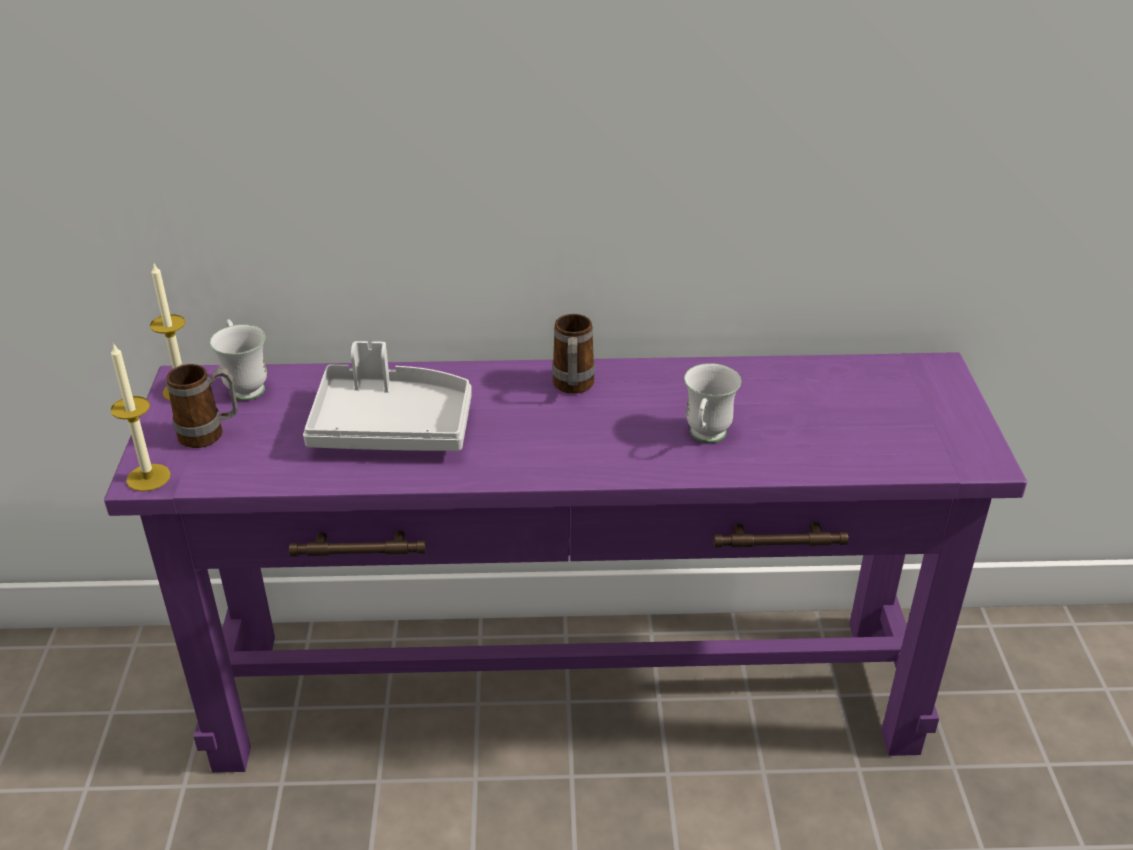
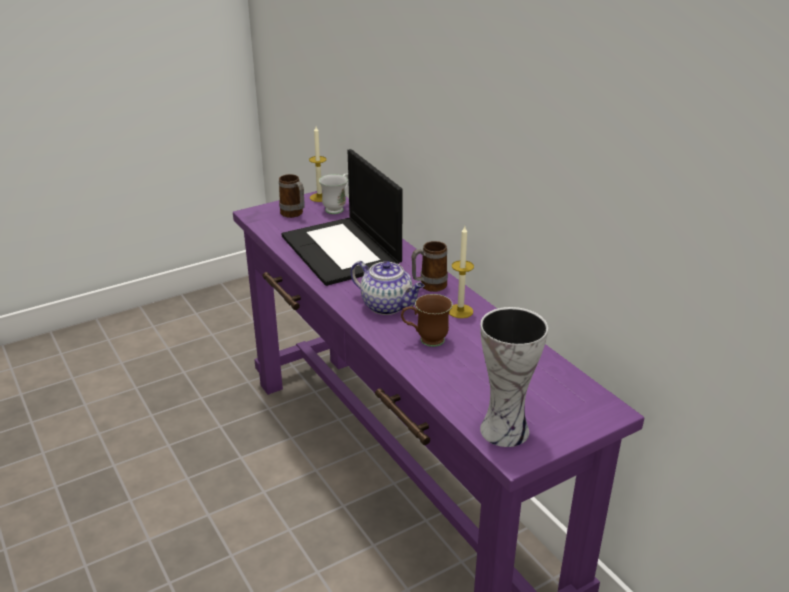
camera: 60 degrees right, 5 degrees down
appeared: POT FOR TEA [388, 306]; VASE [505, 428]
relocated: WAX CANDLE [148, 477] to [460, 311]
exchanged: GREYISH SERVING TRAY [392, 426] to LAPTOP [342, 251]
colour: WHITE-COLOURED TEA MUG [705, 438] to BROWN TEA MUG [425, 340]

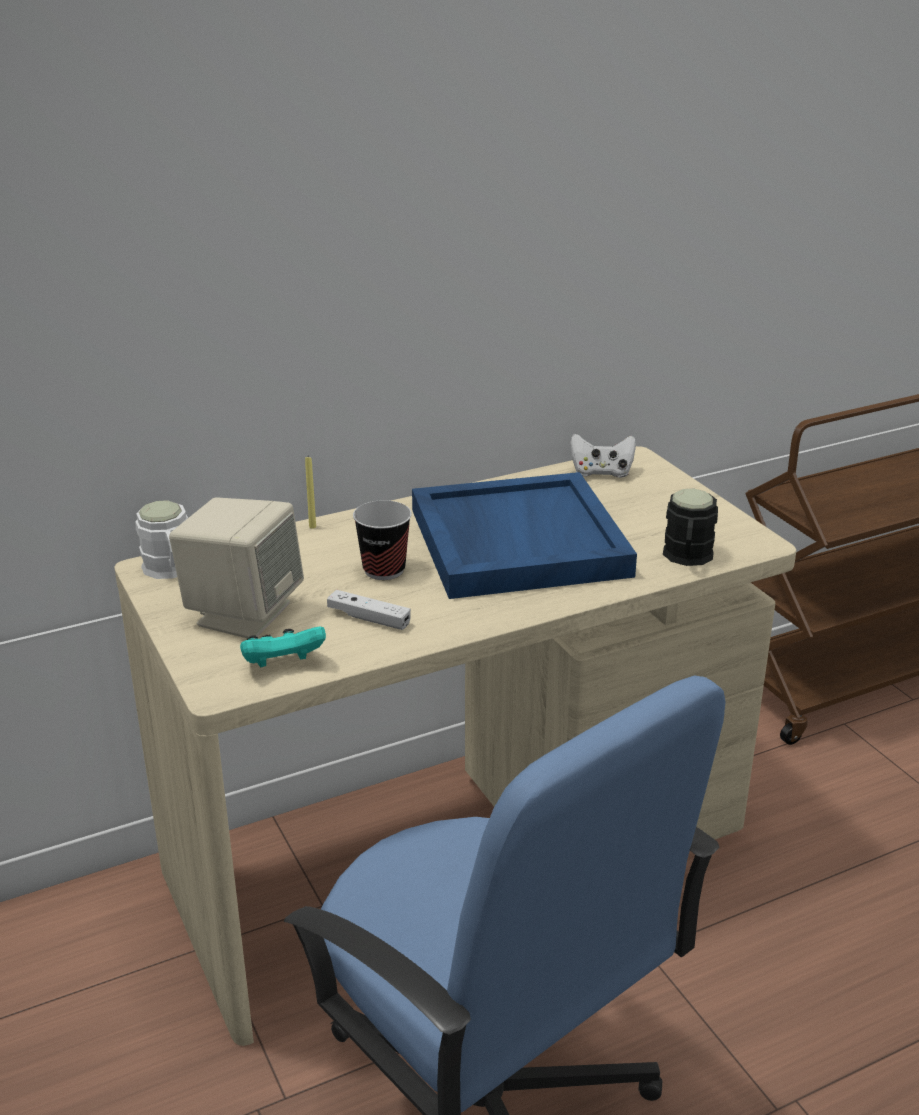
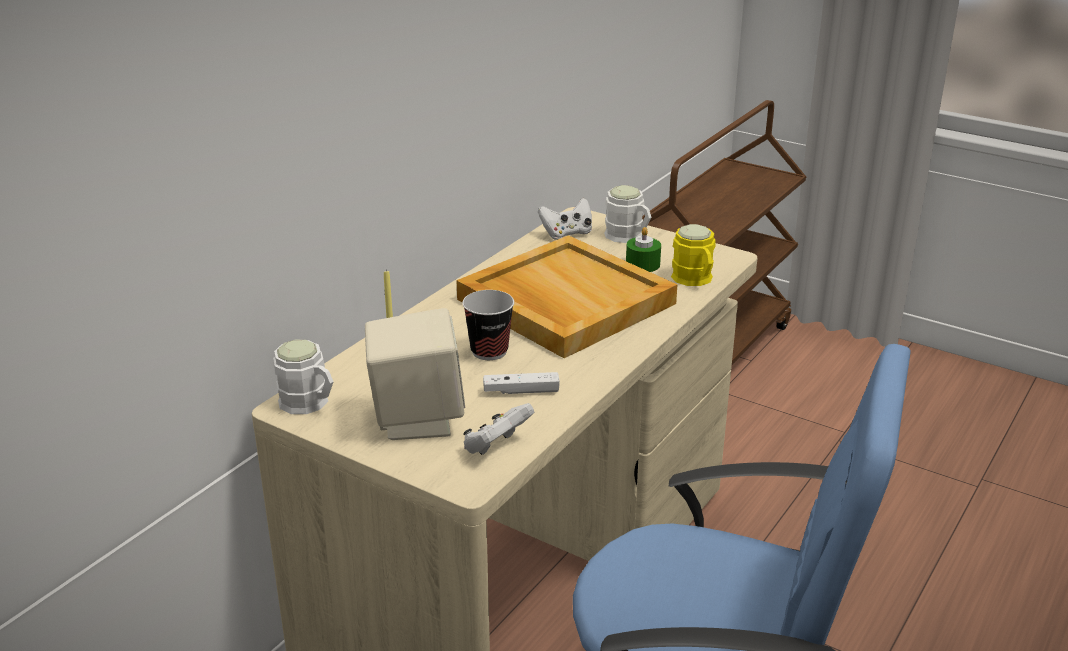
camera: 30 degrees left, 0 degrees up
appeared: WHITE-COLOURED TEA MUG [629, 237]; GREEN-COLOURED WAX CANDLE [642, 264]
colour: BLUE SERVING TRAY [516, 541] to BEIGE-COLOURED SERVING TRAY [564, 301]; BLUE-GREEN JOYPAD [283, 664] to WHITE-COLOURED JOYPAD [496, 447]; BLACK-COLOURED TEA MUG [687, 558] to YELLOW-COLOURED TEA MUG [695, 280]

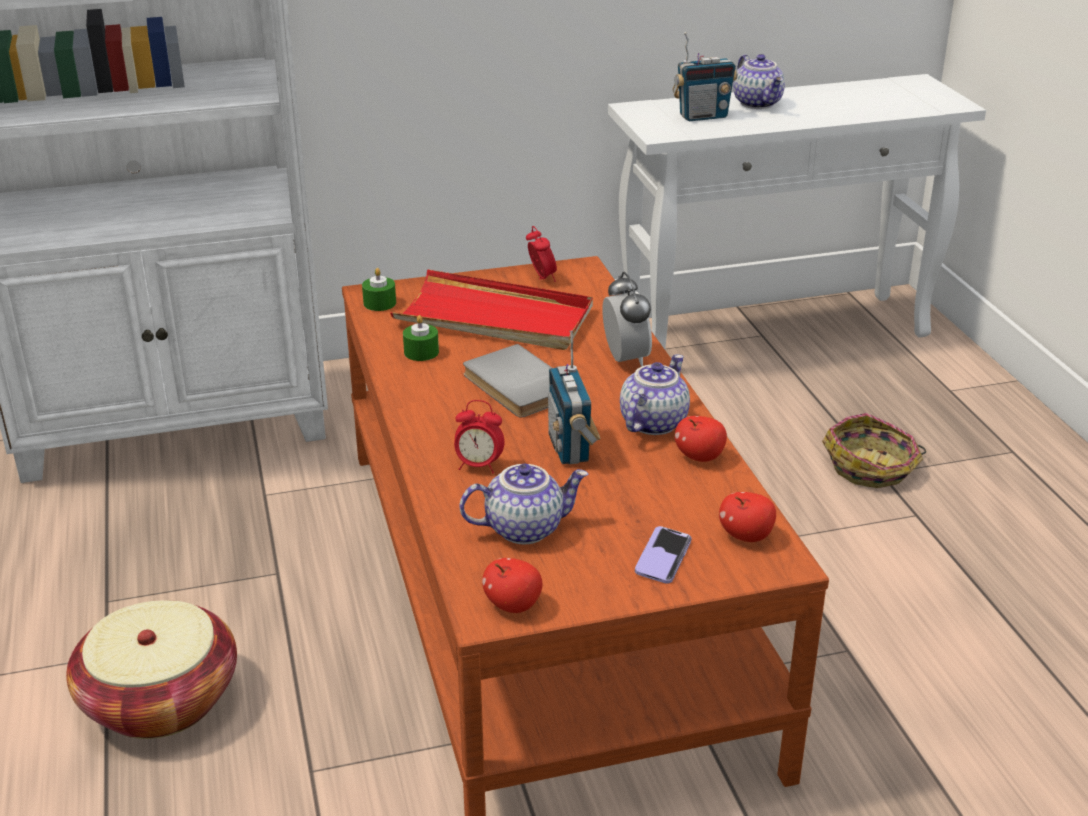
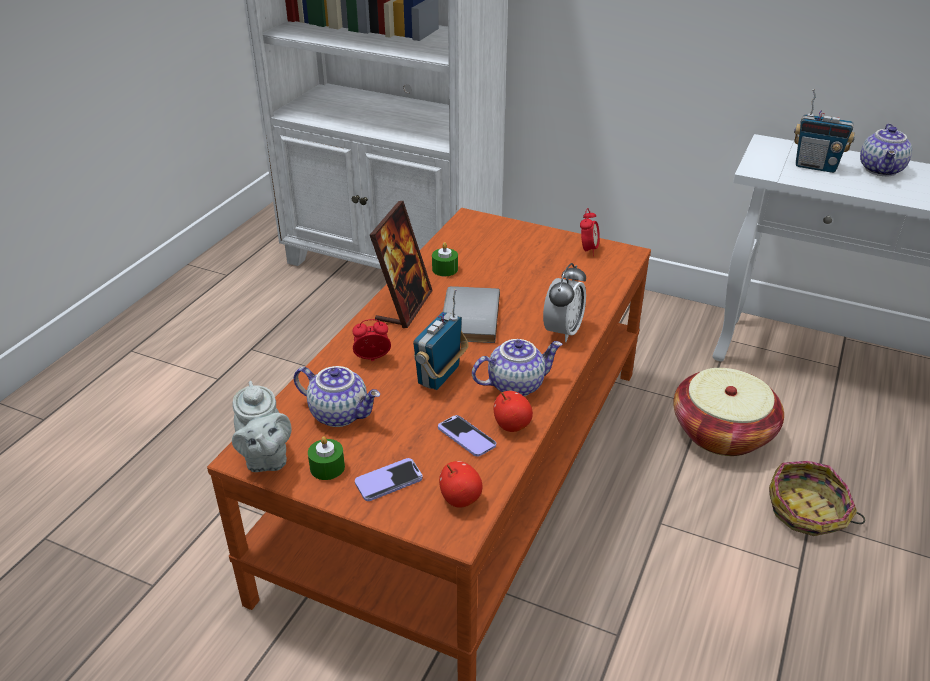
camera: 40 degrees right, 5 degrees up
missing: RED SERVING TRAY [495, 318]
appeared: PICTURE FRAME [404, 306]; TELEPHONE [466, 437]
relocated: GREEN-COLOURED WAX CANDLE [379, 303] to [327, 467]; HOUSEHOLD BASKET [160, 700] to [722, 432]
exchanged: APPLE [513, 605] to GREYISH POT FOR TEA [265, 459]
spun: ALARM CLOCK [478, 466] = [372, 359] 120 degrees clockwise

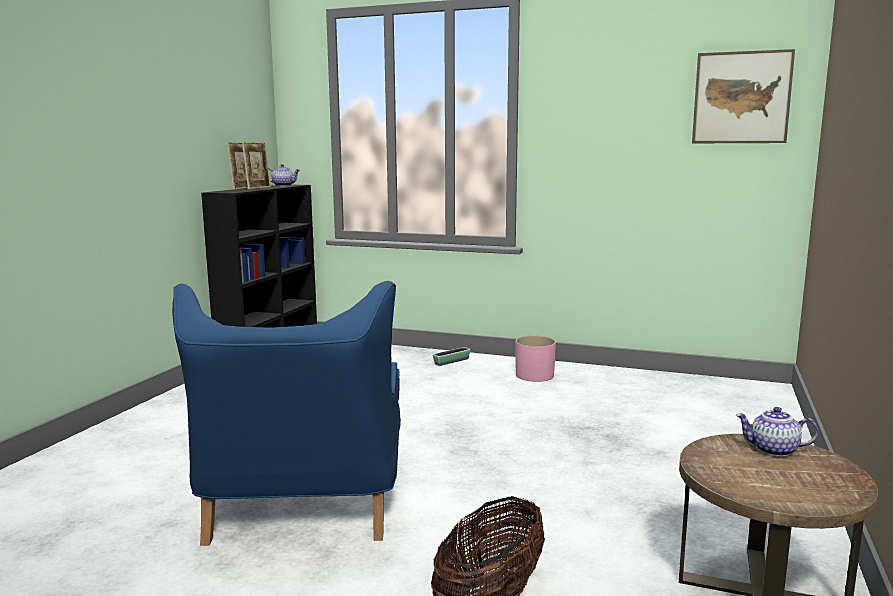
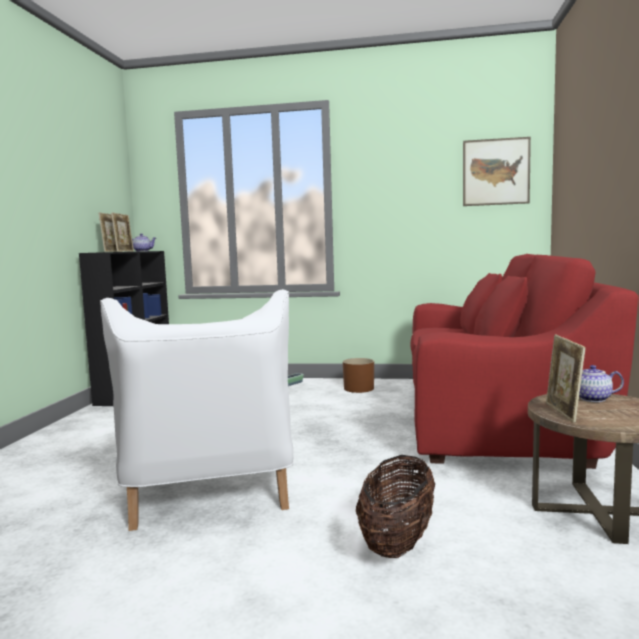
camera: 10 degrees left, 5 degrees down
appeared: RED SETTEE [493, 418]; PICTURE FRAME [563, 412]
colour: BLUE LOUNGE CHAIR [303, 503] to WHITE-COLOURED LOUNGE CHAIR [209, 490]; PINK PLANT POT [534, 375] to BROWN PLANT POT [358, 388]

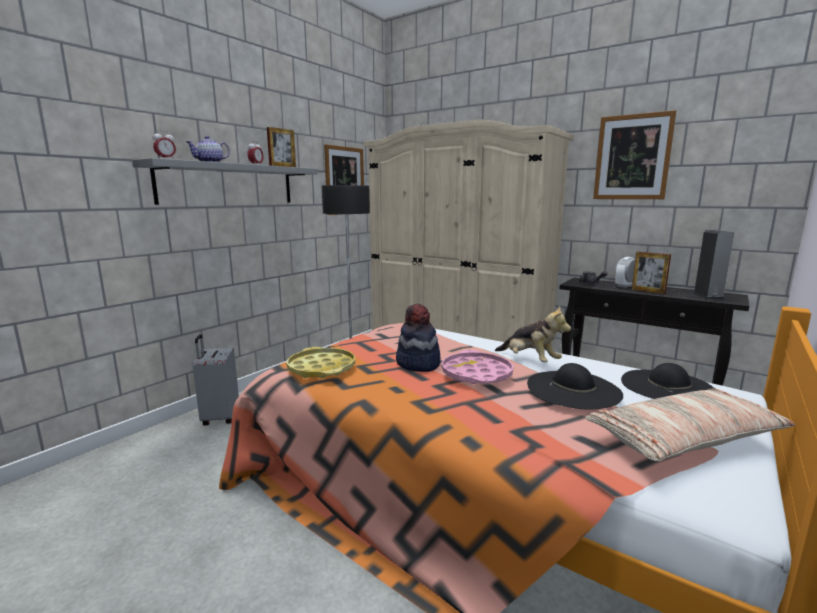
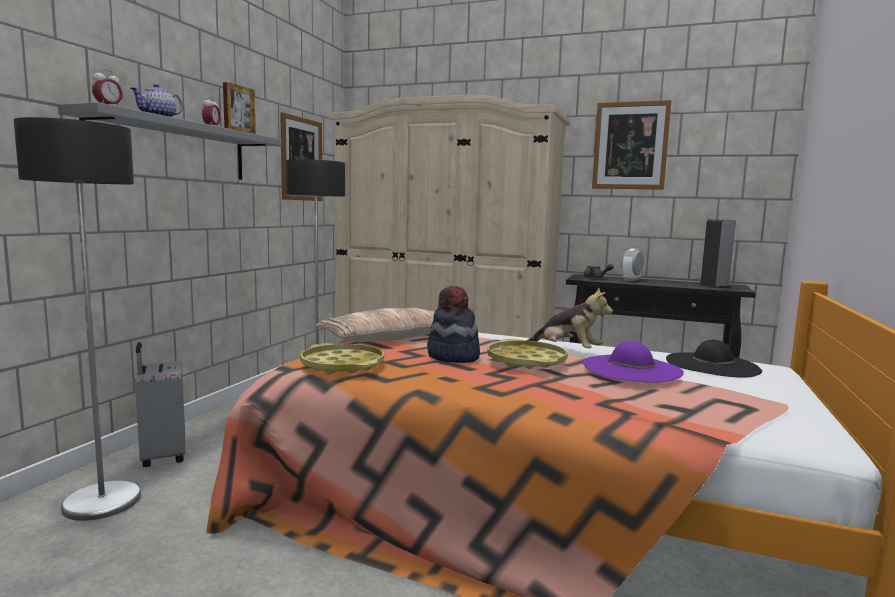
camera: 15 degrees left, 5 degrees down
missing: PICTURE FRAME [648, 291]
appeared: STANDING LAMP [102, 501]
relocated: THROW PILLOW [686, 440] to [390, 338]
colour: PINK SERVING TRAY [476, 374] to YELLOW-COLOURED SERVING TRAY [526, 361]; BLACK-COLOURED CLOTHING HAT [573, 389] to PURPLE-COLOURED CLOTHING HAT [631, 368]

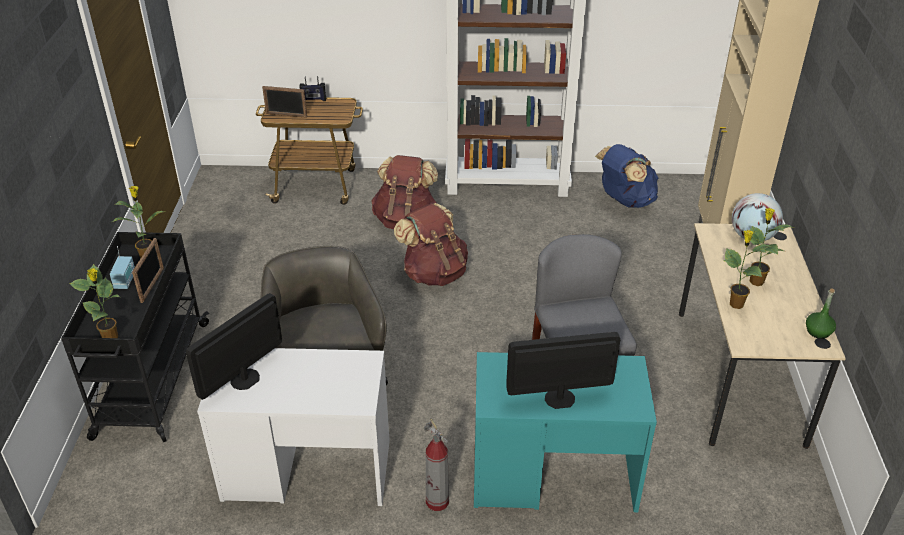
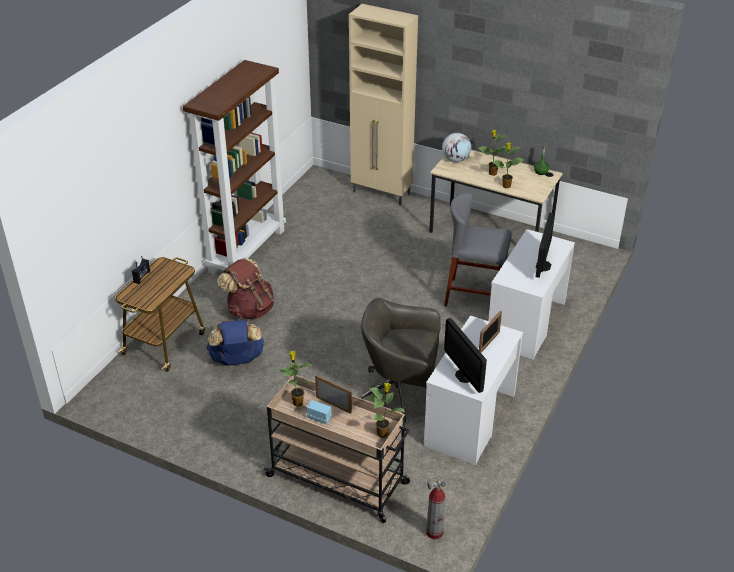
camera: 65 degrees left, 0 degrees up
missing: BROWN KNAPSACK [434, 273]
relocated: BLUE KNAPSACK [625, 200] to [237, 360]; FIRE-FIGHTING CYLINDER [437, 501] to [435, 532]; PICTURE FRAME [286, 115] to [489, 342]
colour: BLACK-COLOURED TROLLEY [152, 380] to BEIGE-COLOURED TROLLEY [339, 480]; BLUE-GREEN DESK TABLE [553, 476] to WHITE-COLOURED DESK TABLE [526, 323]

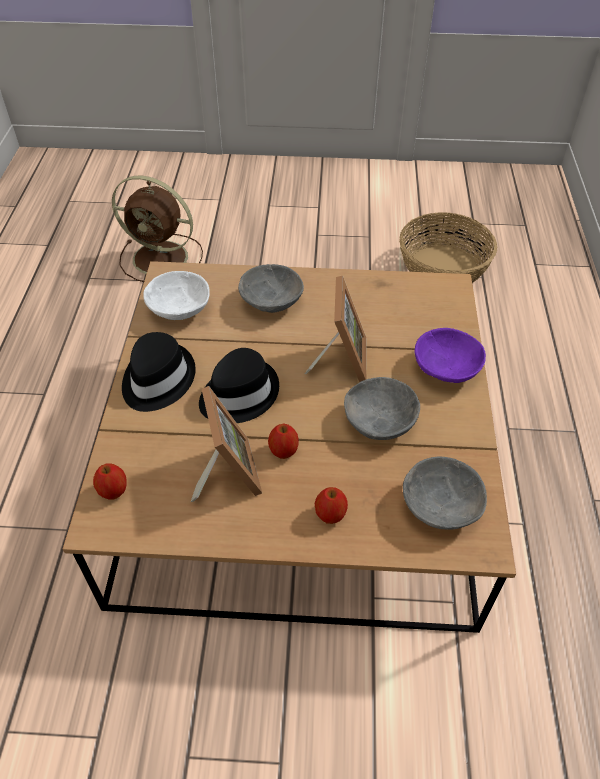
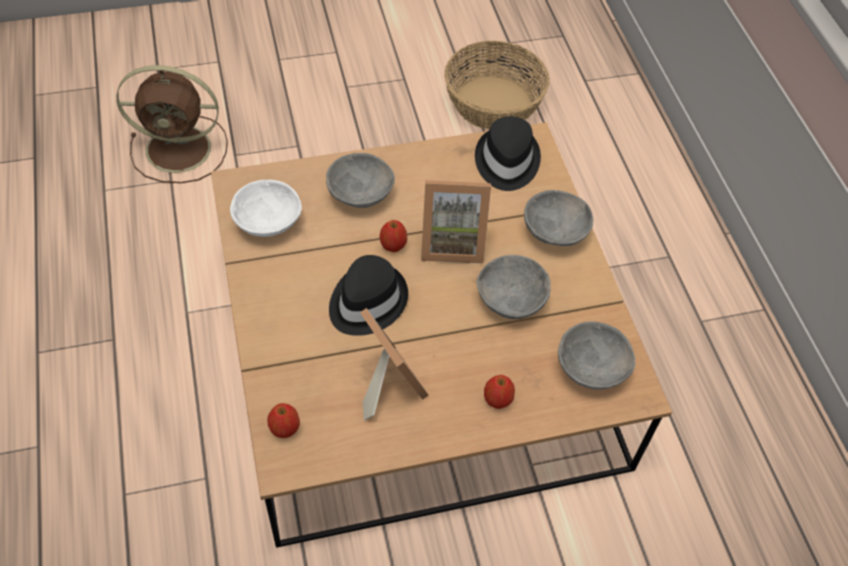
camera: 20 degrees left, 5 degrees up
relocated: APPLE [283, 451] to [393, 245]; BLACK-COLOURED CLOTHING HAT [157, 379] to [506, 161]
colour: PURPLE-COLOURED DEEP DISH [445, 370] to GREYISH DEEP DISH [555, 233]
spun: PICTURE FRAME [340, 359] = [452, 242] 105 degrees clockwise

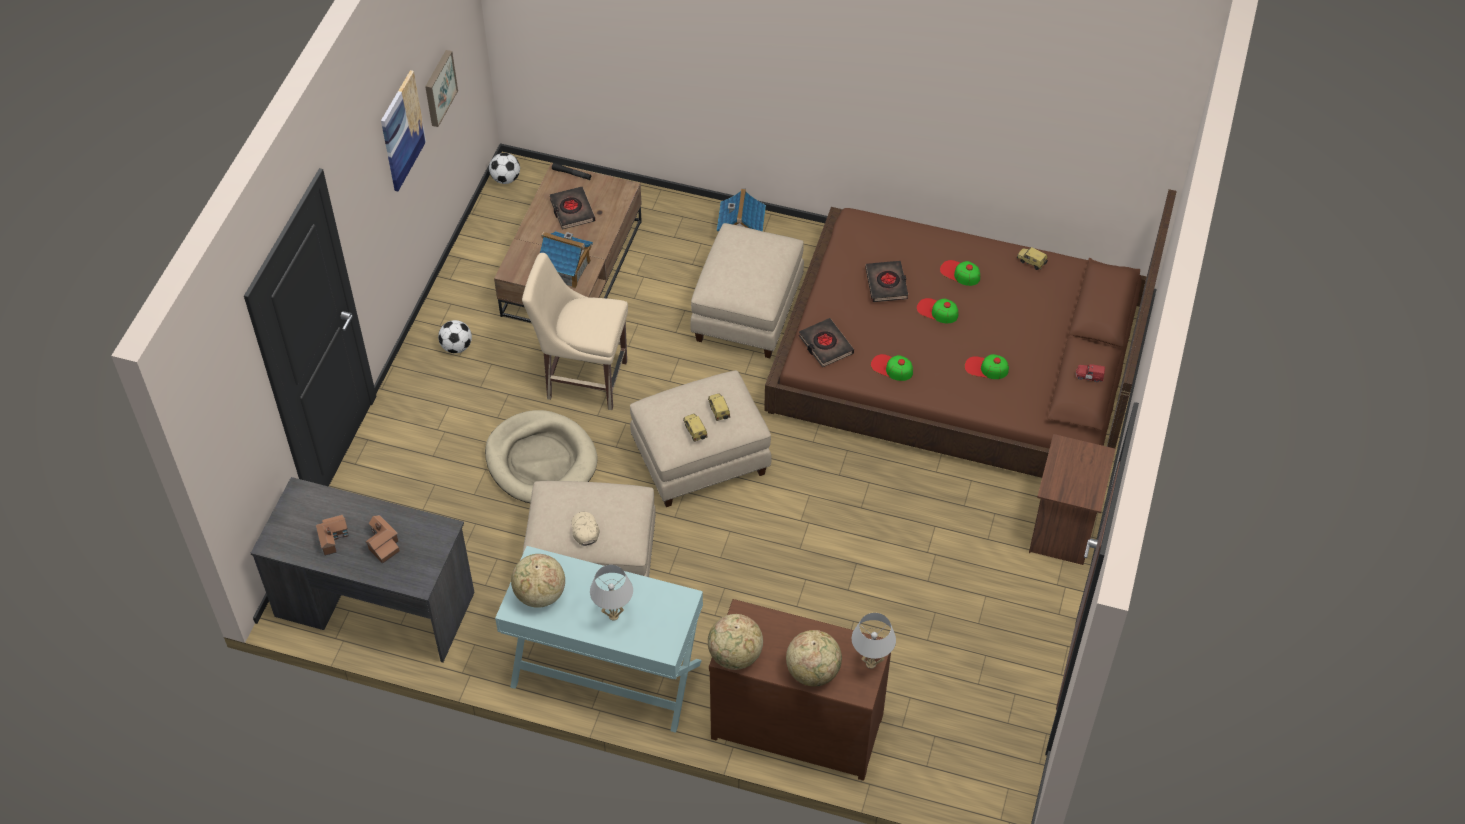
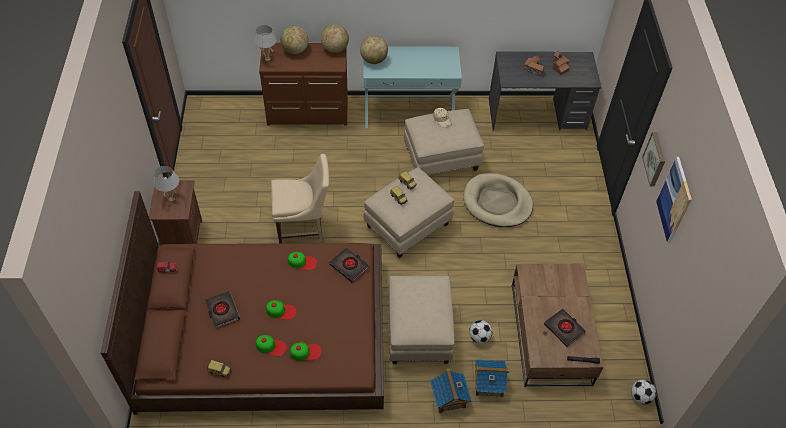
camera: 160 degrees right, 0 degrees up
relocated: WHITE-COLOURED LAMP FOR A TABLE [613, 616] to [171, 199]; BLACK-COLOURED BOOK [886, 284] to [222, 311]; BEIGE-COLOURED CHAIR [582, 378] to [304, 232]; PEAKED CAP [986, 368] to [305, 352]; GLOBE [539, 594] to [374, 60]; FOOTBALL BALL [456, 347] to [479, 337]; MODEL HOUSE [566, 269] to [488, 383]; WALL PICTURE [438, 87] to [655, 159]

